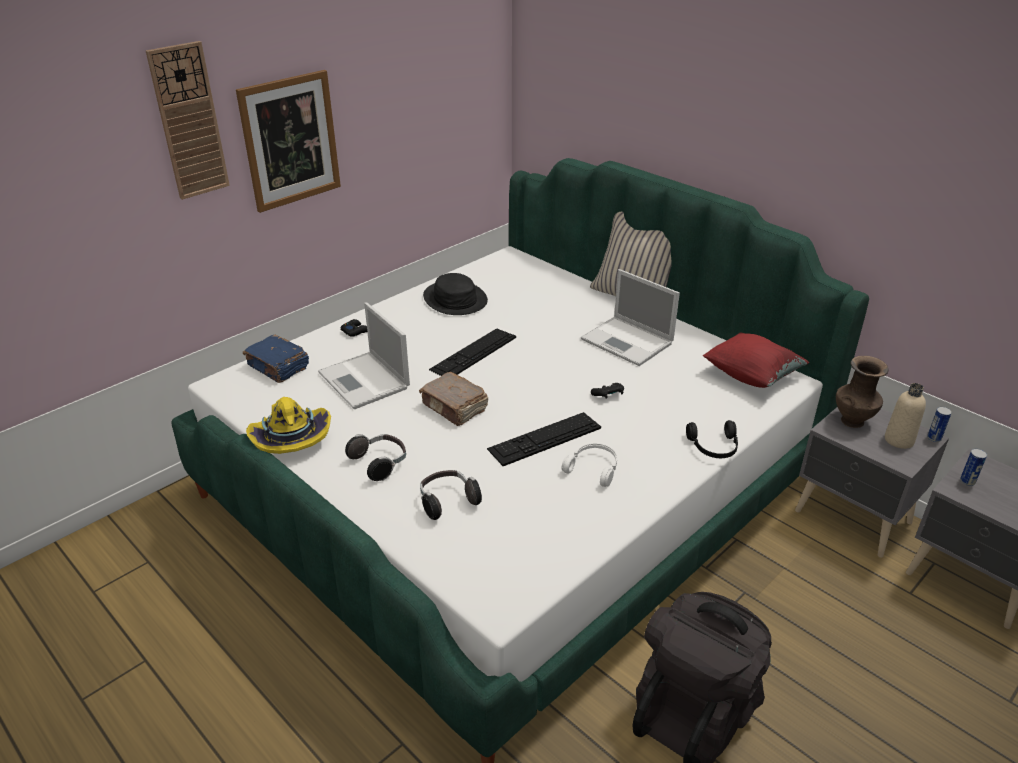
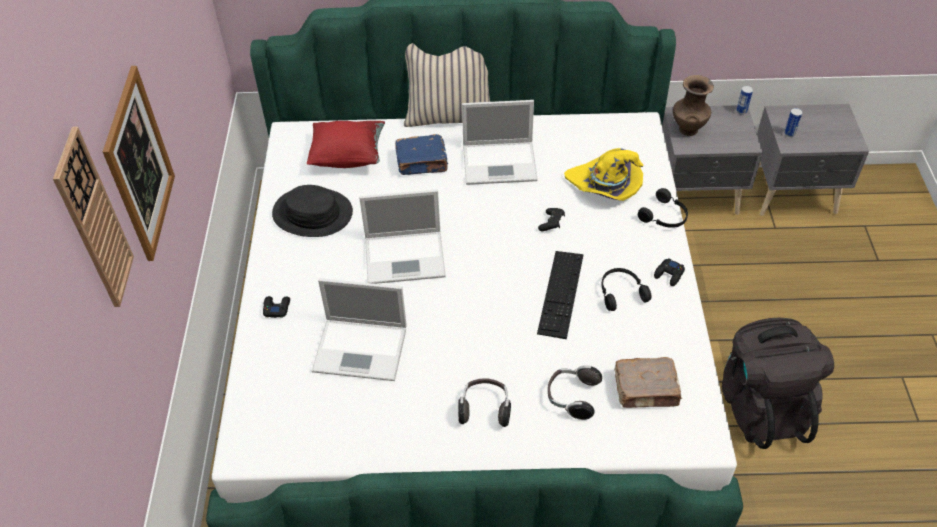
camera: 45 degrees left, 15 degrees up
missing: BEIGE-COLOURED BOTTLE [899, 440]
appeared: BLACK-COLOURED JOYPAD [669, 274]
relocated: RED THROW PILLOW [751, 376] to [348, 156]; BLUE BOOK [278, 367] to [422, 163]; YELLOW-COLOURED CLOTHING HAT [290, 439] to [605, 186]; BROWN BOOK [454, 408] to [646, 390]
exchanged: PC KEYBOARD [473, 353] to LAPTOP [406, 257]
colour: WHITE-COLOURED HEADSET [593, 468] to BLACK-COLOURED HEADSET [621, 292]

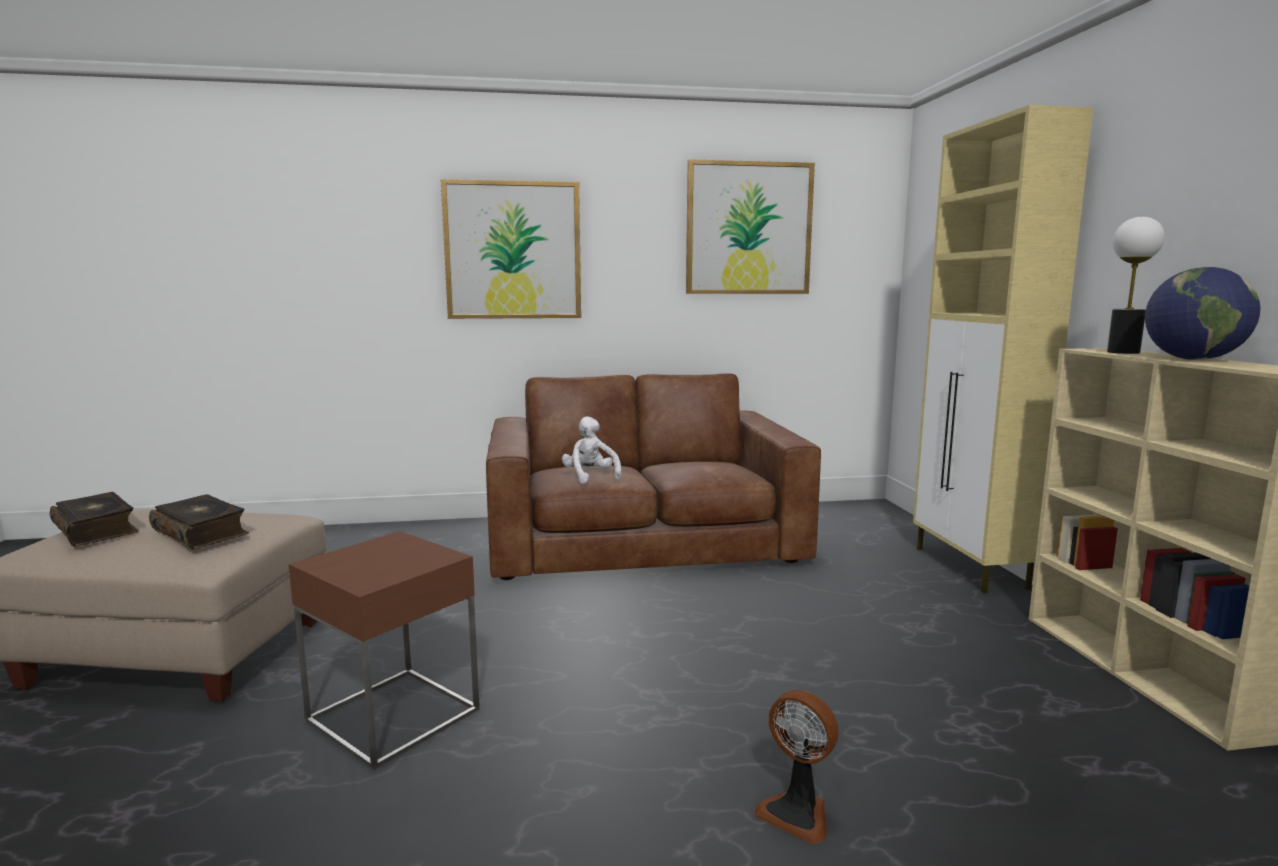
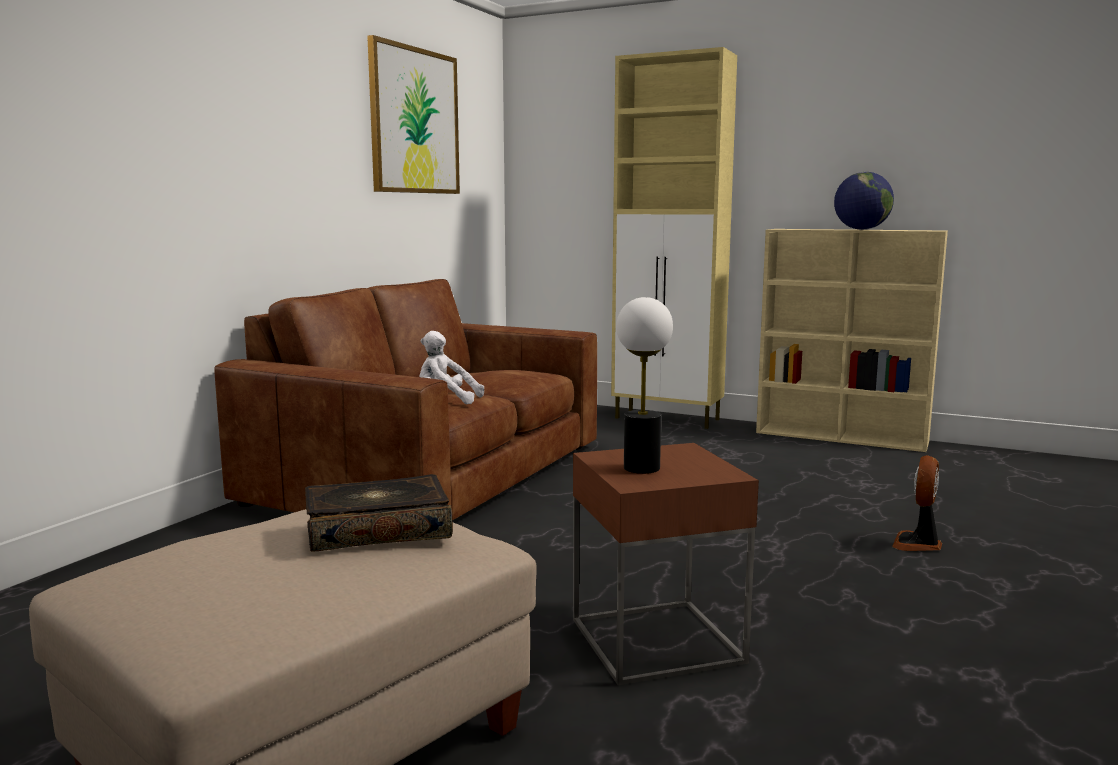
camera: 55 degrees left, 0 degrees up
missing: BOOK [97, 530]; WALL PICTURE [513, 251]
relocated: LAMP FOR A TABLE [1122, 352] to [641, 468]
spun: COOLING FAN [797, 813] = [918, 544] 135 degrees clockwise

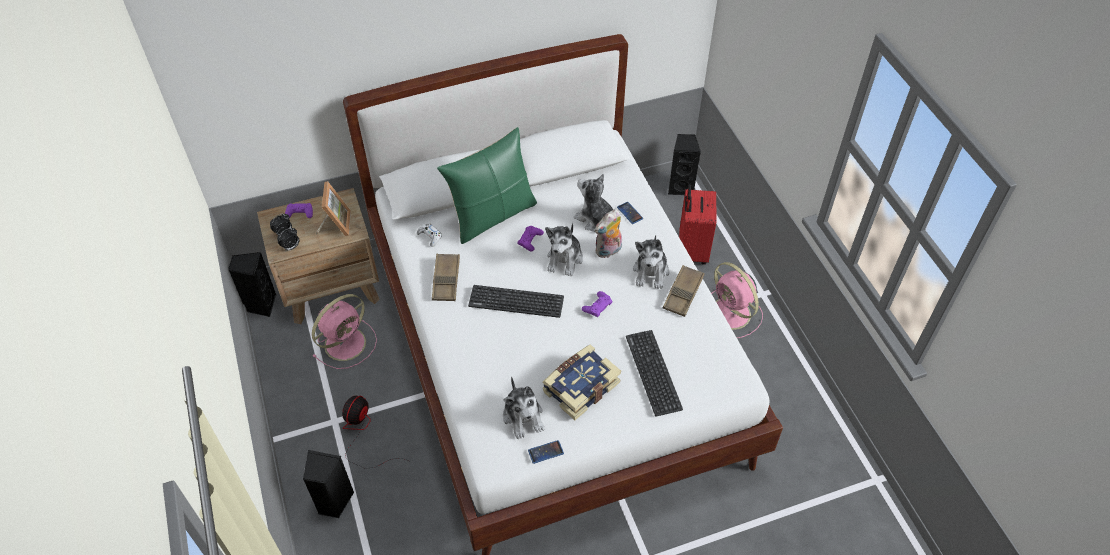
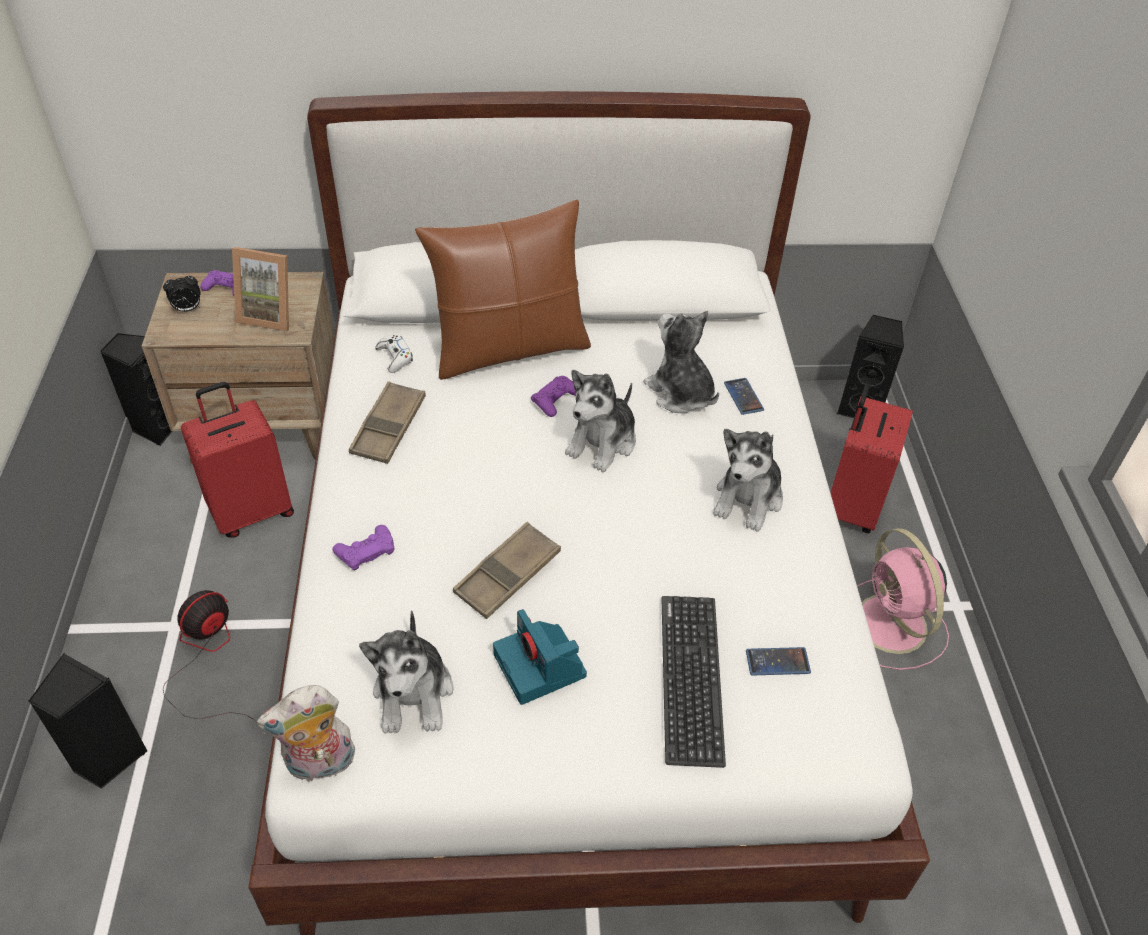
camera: 15 degrees right, 5 degrees down
missing: ALARM CLOCK [291, 247]; PC KEYBOARD [516, 301]
relocated: CUDDLY TOY [608, 251] to [320, 765]; PURPLE-COLOURED JOYPAD [597, 306] to [366, 551]; BROWN SERVING TRAY [683, 293] to [507, 575]; TELEPHONE [545, 452] to [777, 662]
exchanged: PINK COOLING FAN [346, 342] to RED SUITCASE [251, 511]; BOOK [580, 387] to STILL CAMERA [541, 667]
colour: GREEN-COLOURED THROW PILLOW [492, 215] to BROWN THROW PILLOW [509, 349]
spun: PICTURE FRAME [335, 224] = [270, 314] 90 degrees clockwise

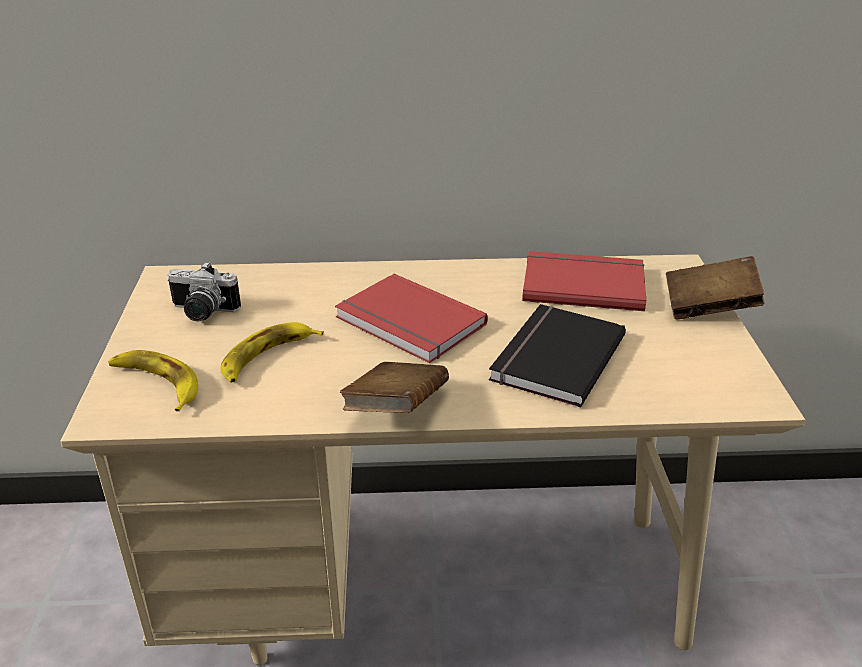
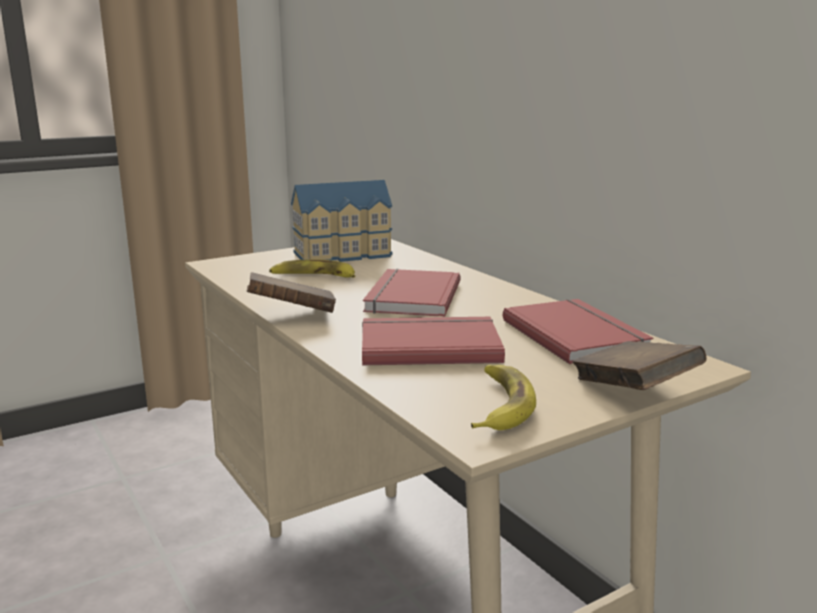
camera: 60 degrees right, 15 degrees down
relocated: BANANA FRUIT [157, 384] to [500, 404]
exchanged: STILL CAMERA [201, 313] to MODEL HOUSE [345, 254]
colour: BLACK-COLOURED BOOK [554, 357] to RED BOOK [428, 345]

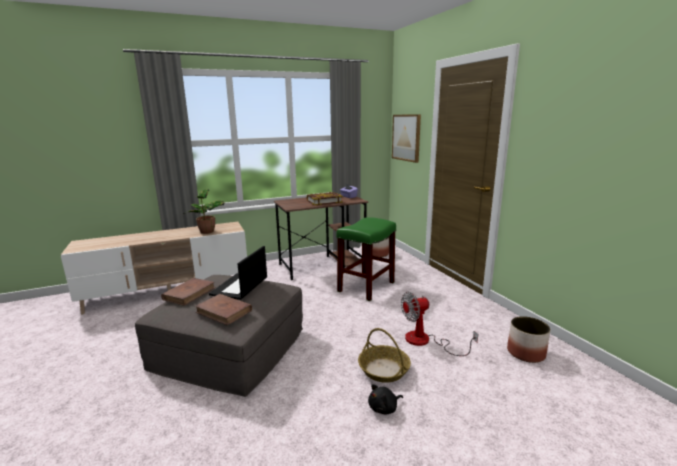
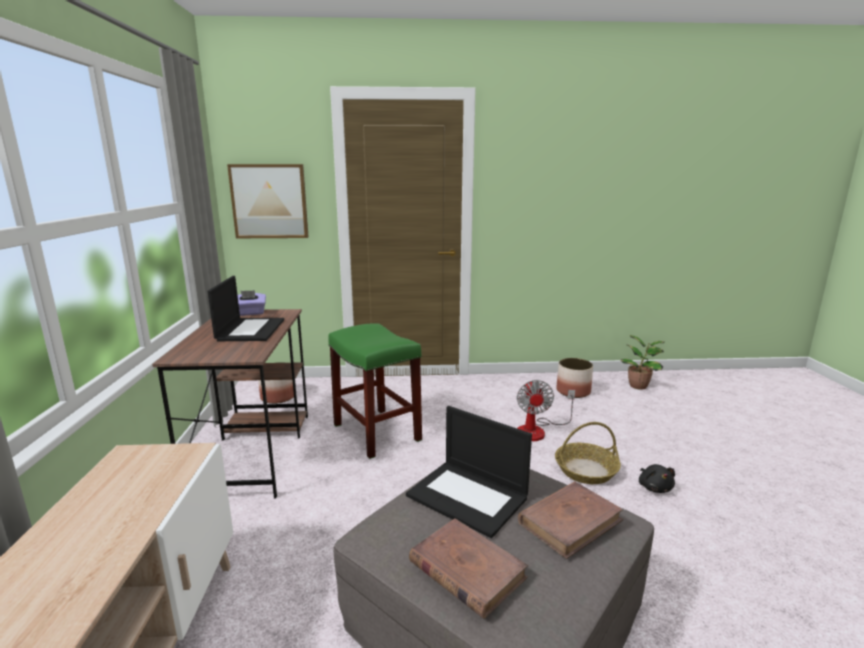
camera: 70 degrees left, 0 degrees up
relocated: POTTED PLANT [207, 232] to [639, 386]
exchanged: BOOK [324, 201] to LAPTOP [250, 329]

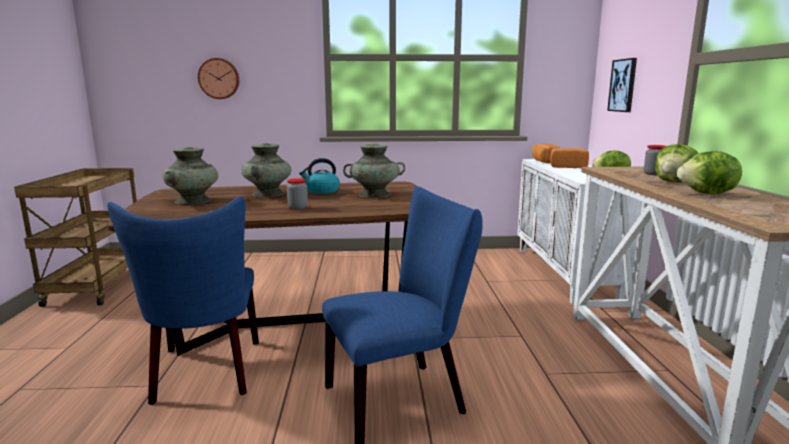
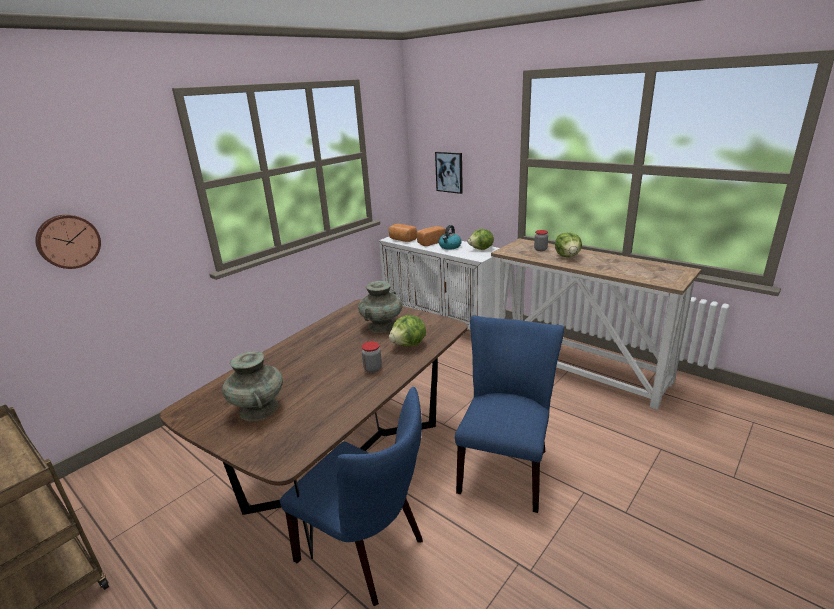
camera: 45 degrees left, 10 degrees up
missing: BLUE-GREEN VASE [268, 194]
relocated: LETTUCE [707, 194] to [409, 345]; WATER KETTLE [321, 191] to [450, 246]

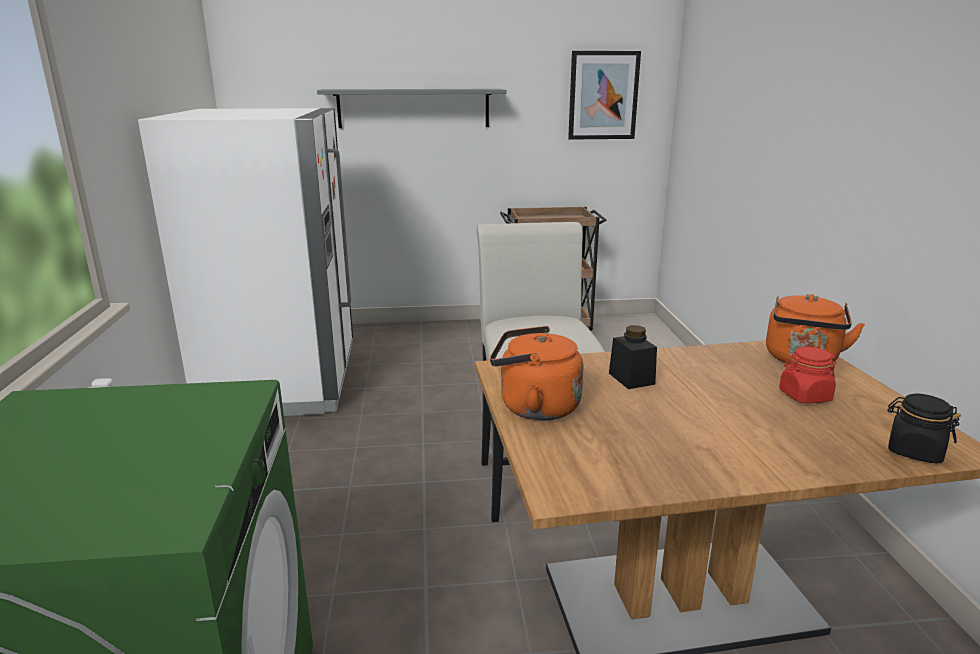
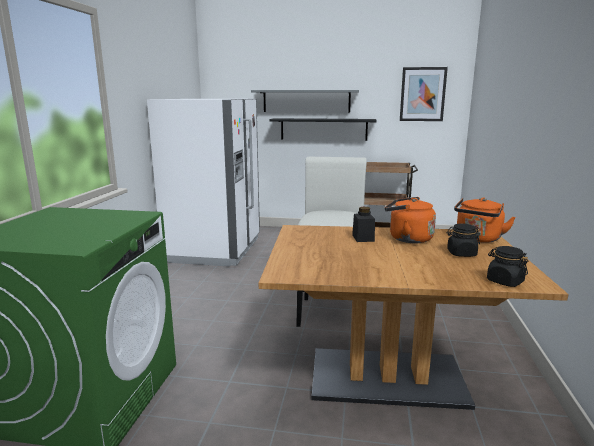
camera: 15 degrees right, 5 degrees down
appeared: BLACK-COLOURED WALL SHELF [323, 129]
relocated: ORANGEY WATER KETTLE [534, 407] to [407, 238]
colour: RED PRESERVE JAR [804, 396] to BLACK-COLOURED PRESERVE JAR [461, 253]

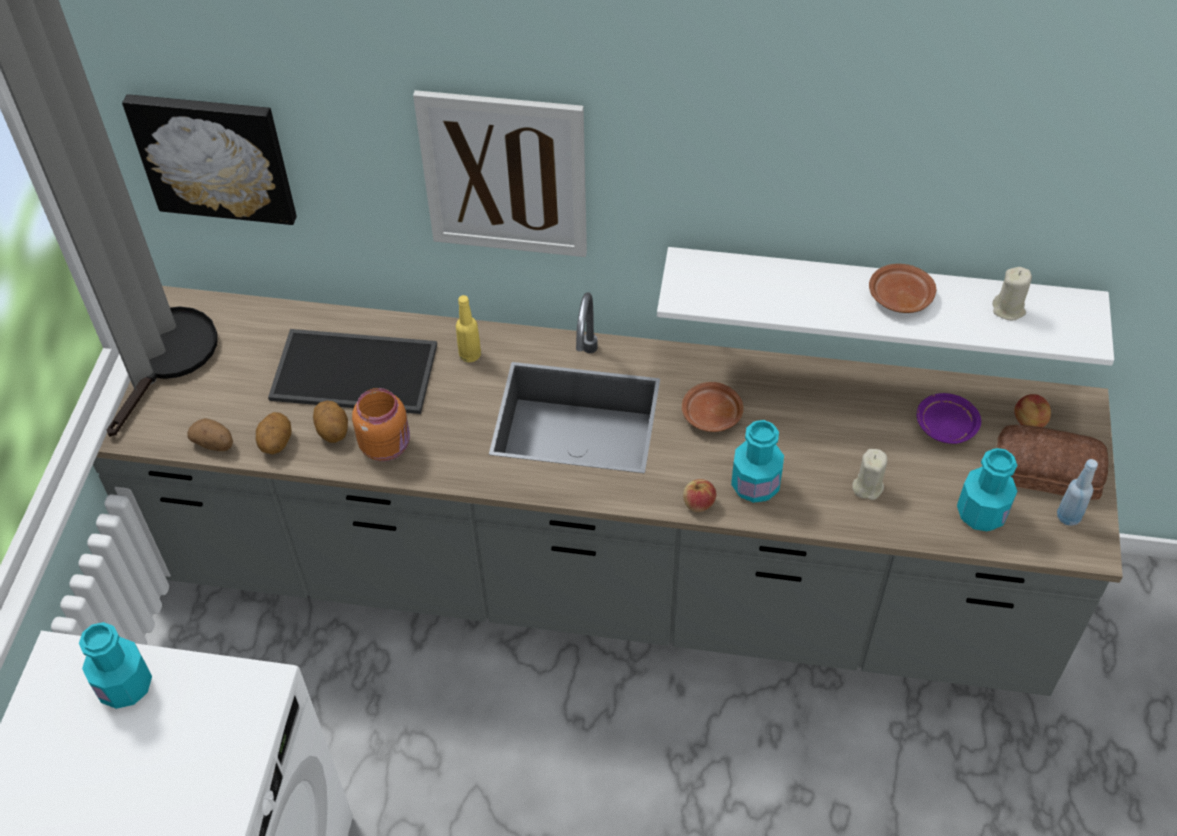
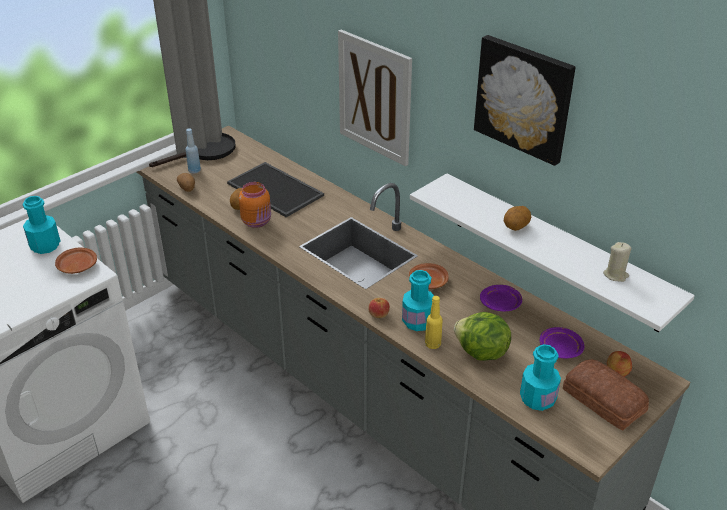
camera: 35 degrees right, 15 degrees down
appeared: PURPLE-COLOURED PLATE [500, 304]
relocated: BROWN PLATE [899, 297] to [77, 266]; BLUE BOTTLE [1068, 517] to [194, 171]; YELLOW-COLOURED BOTTLE [470, 355] to [433, 344]; WALL PICTURE [215, 156] to [524, 98]; POTATO [276, 443] to [515, 227]
exchanged: BEIGE-COLOURED WAX CANDLE [867, 486] to LETTUCE [481, 353]

